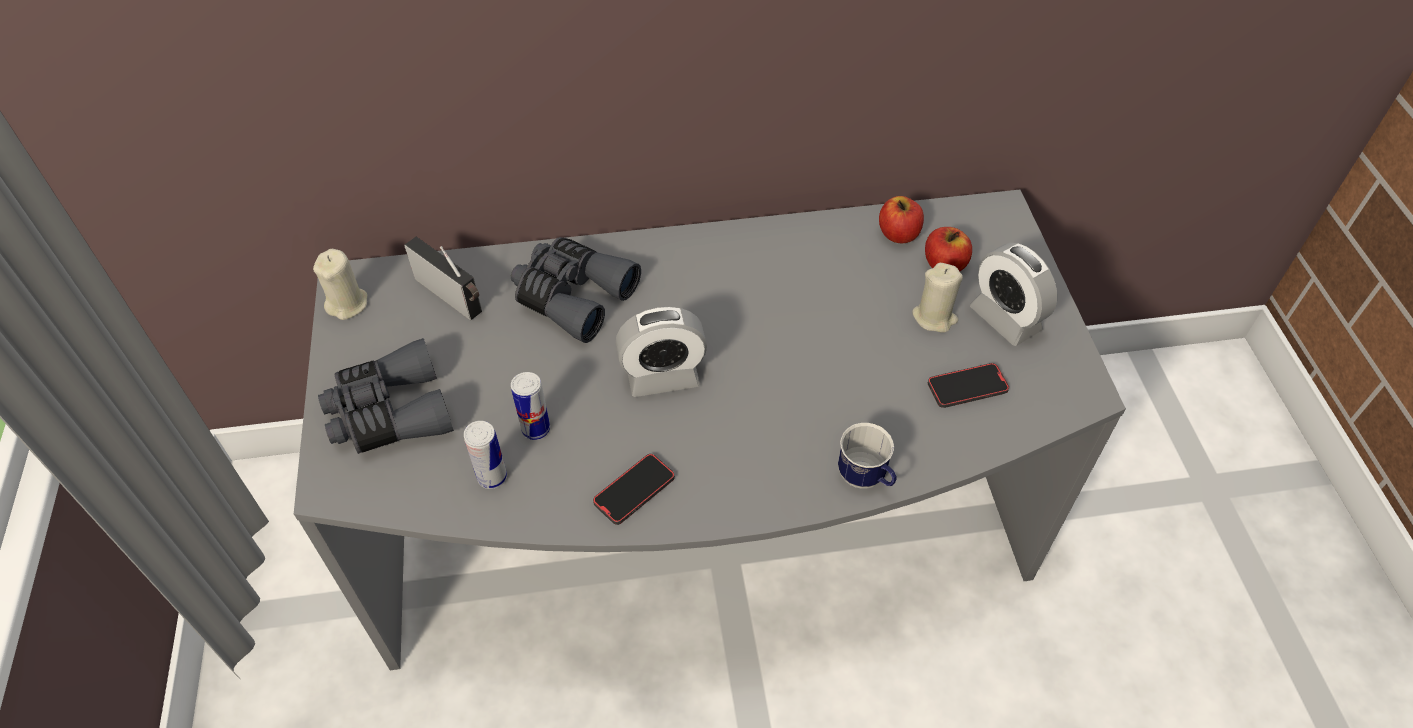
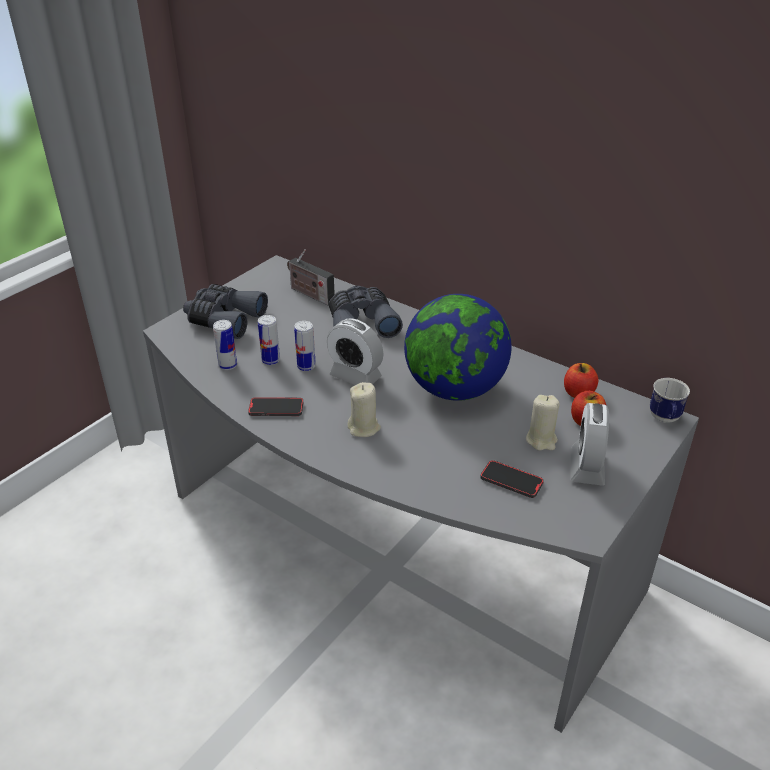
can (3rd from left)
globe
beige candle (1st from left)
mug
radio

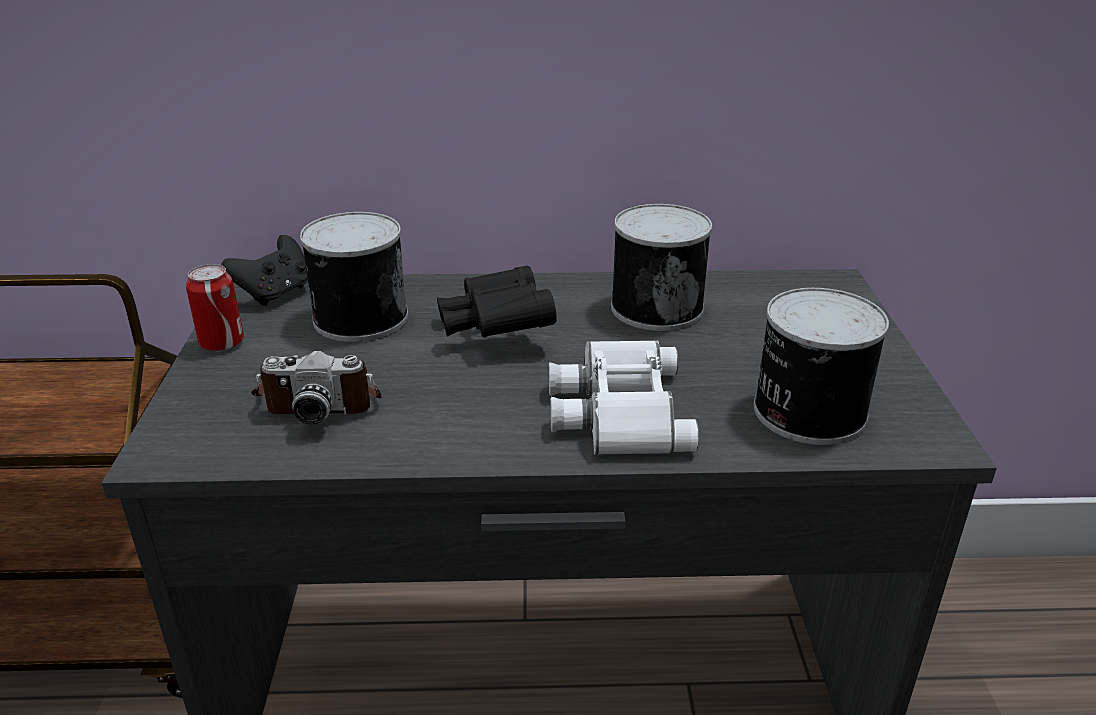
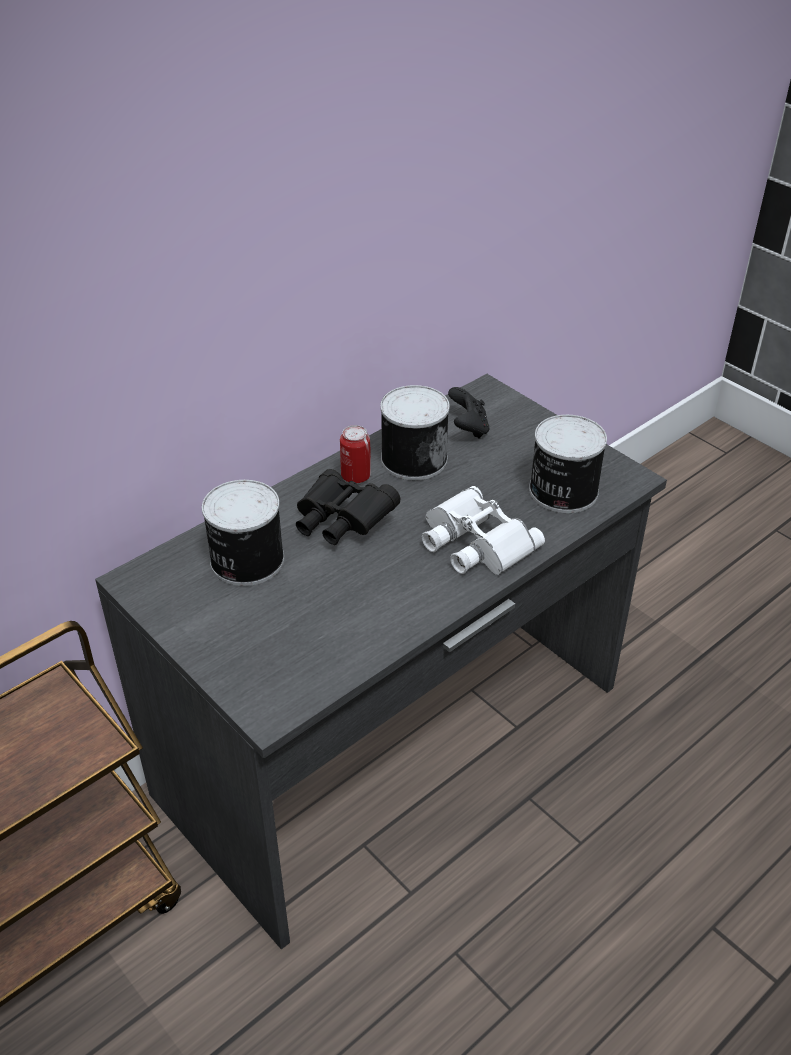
photo camera
can (2nd from left)
black game controller

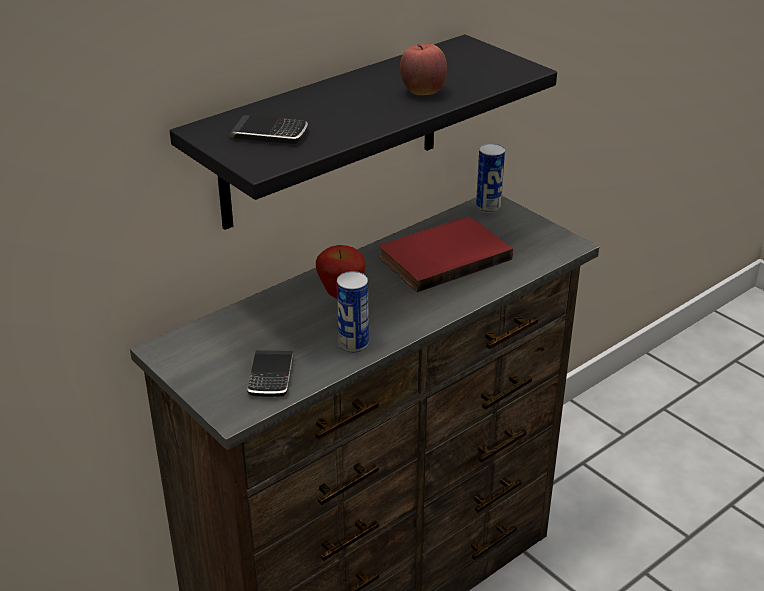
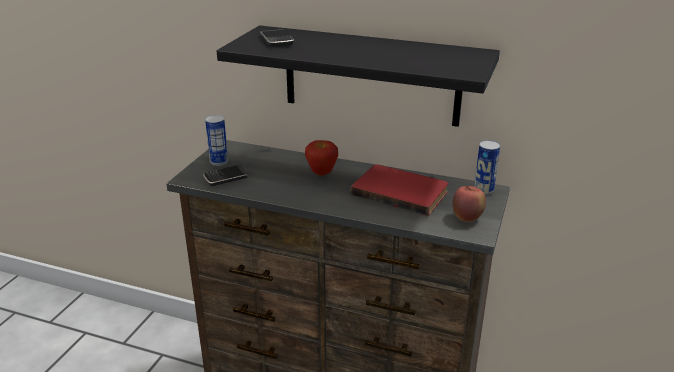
can (1st from left)
apple (2nd from left)

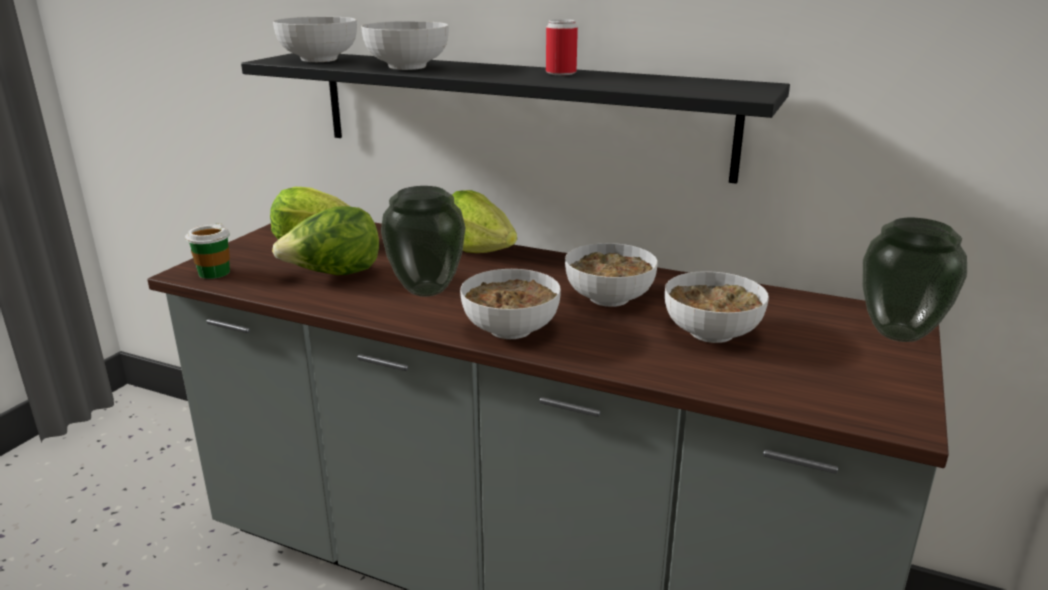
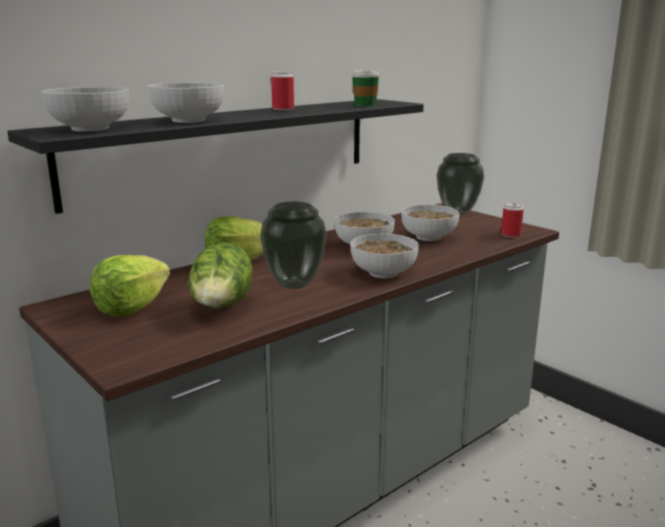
can (2nd from left)
cup

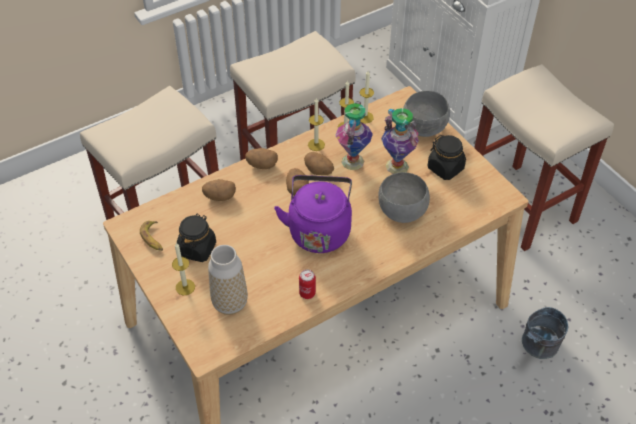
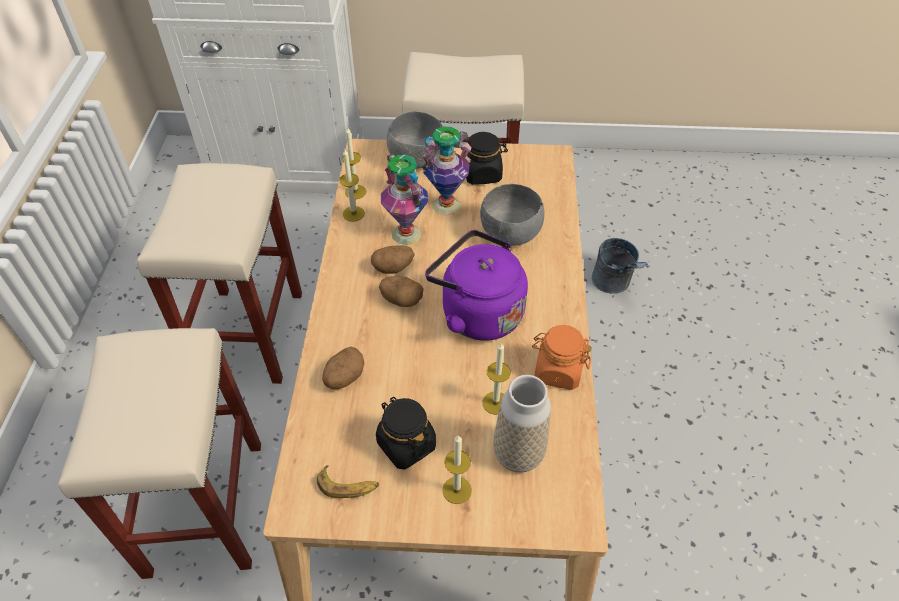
potato (2nd from left in the first image)
candle (4th from left)
orange jar

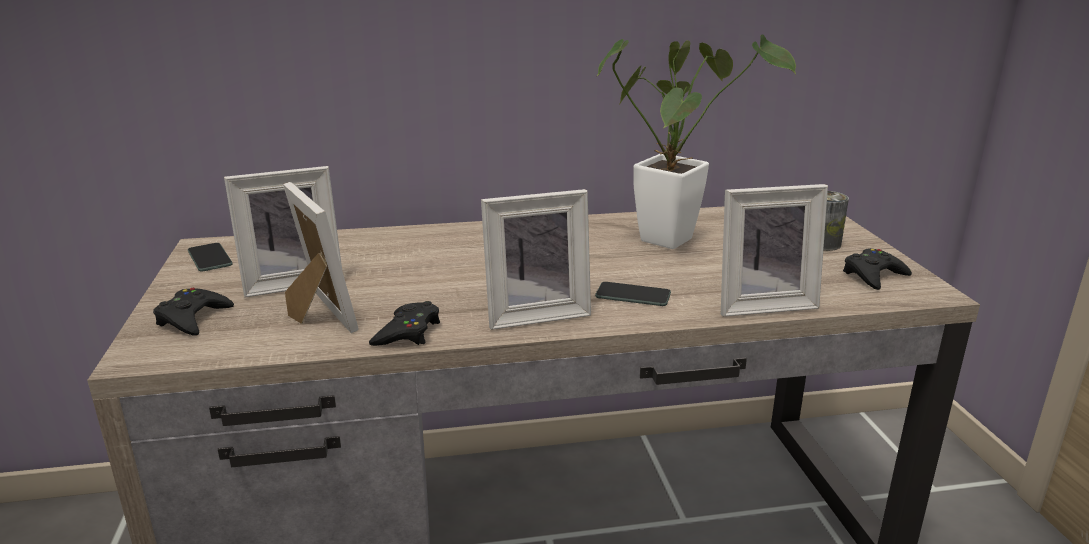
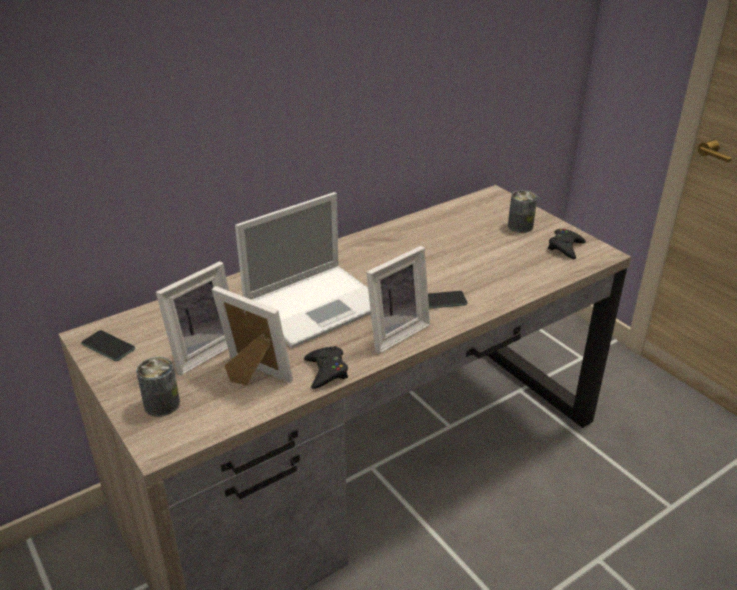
potted plant
picture frame (4th from left in the first image)
laptop
can (1st from left)

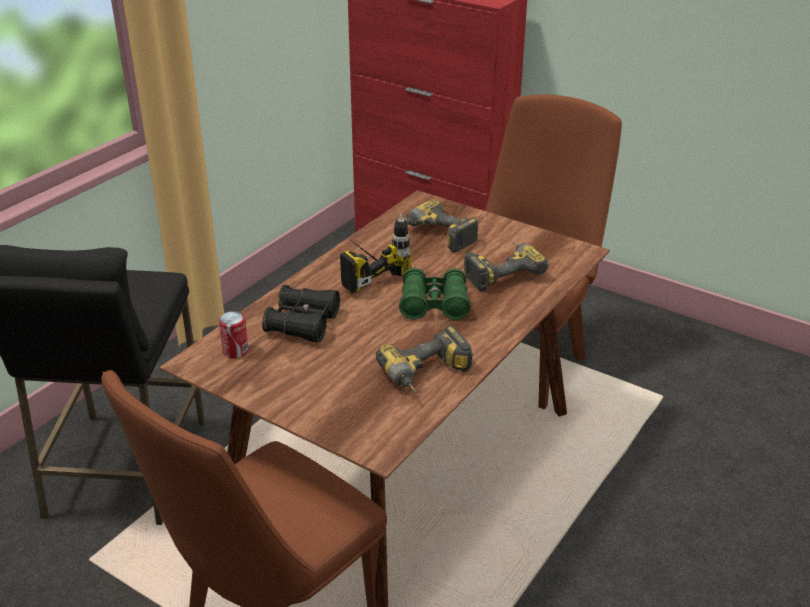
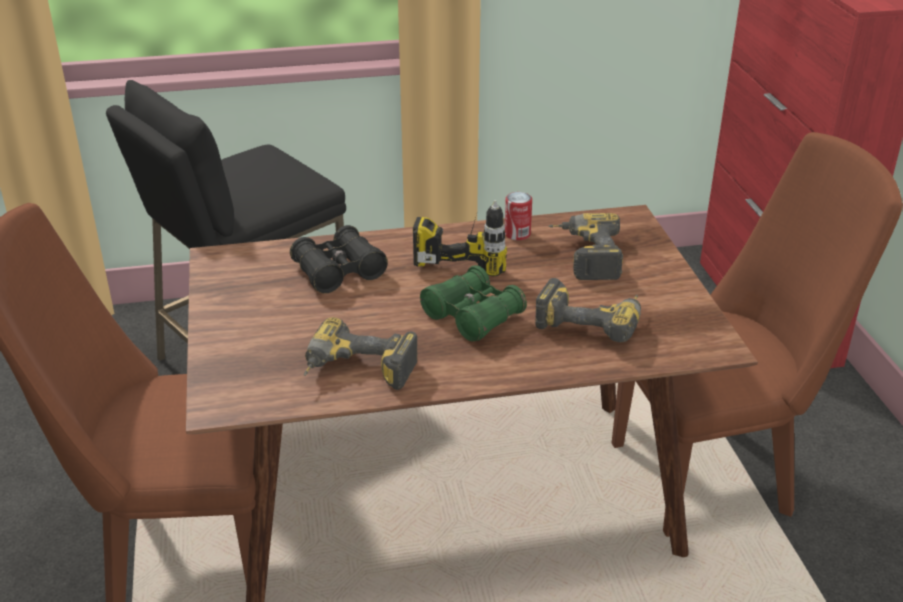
can

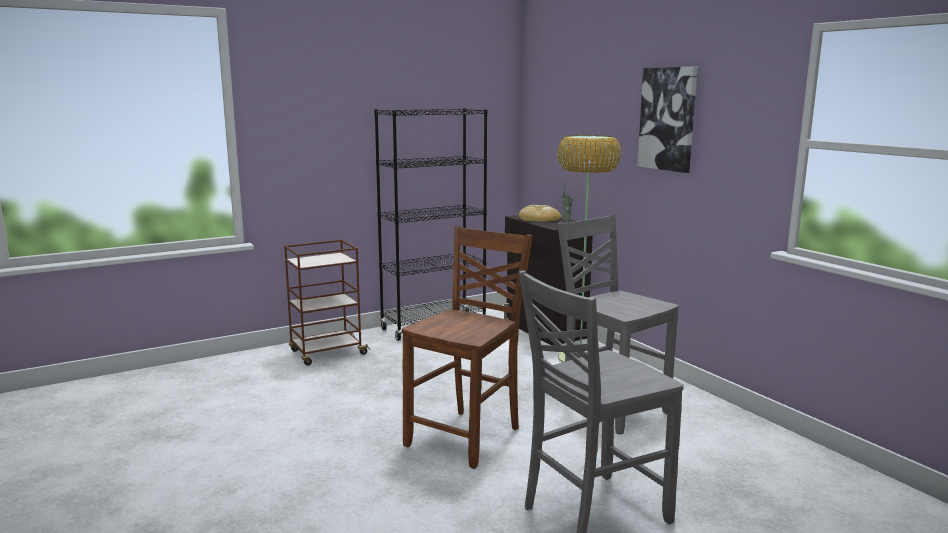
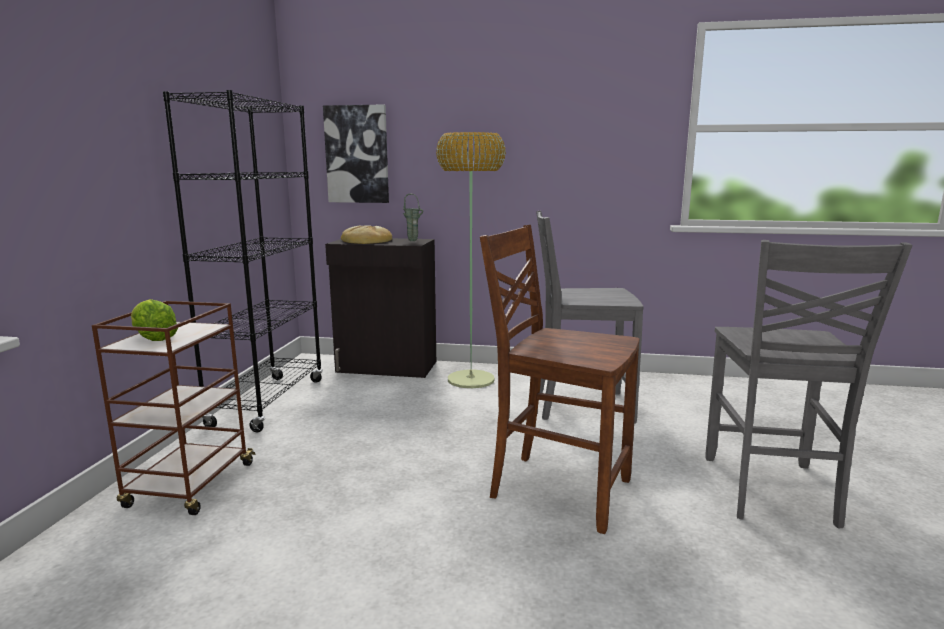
lettuce
picture
brown chair

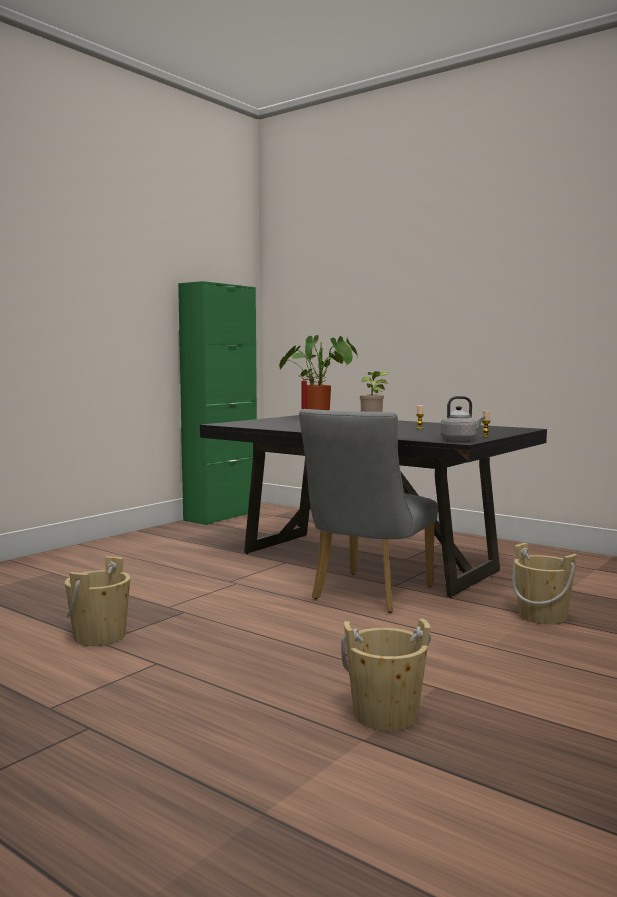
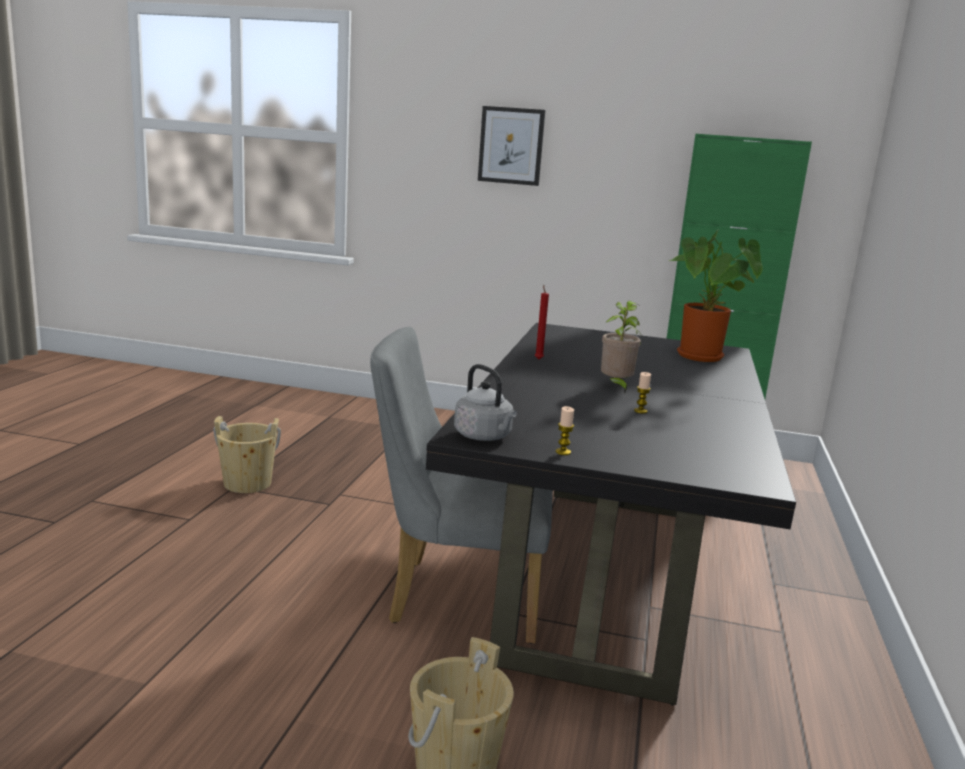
beige bucket (2nd from left in the first image)
picture

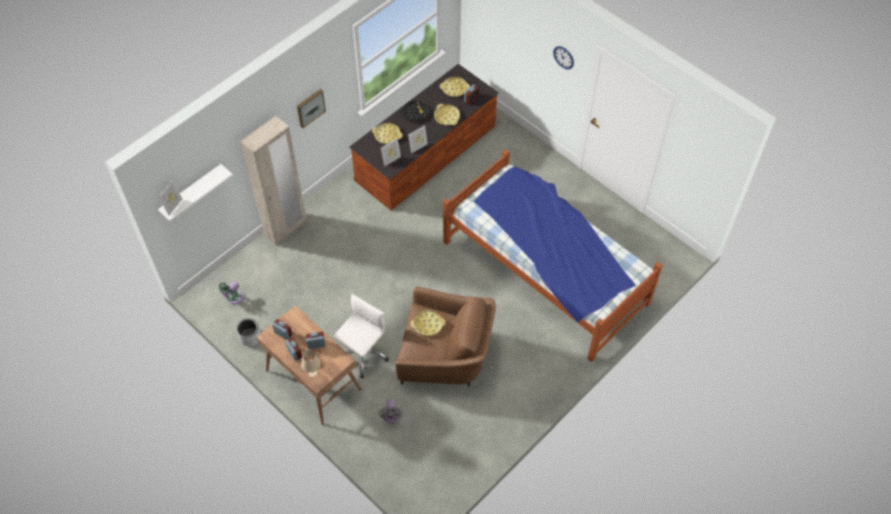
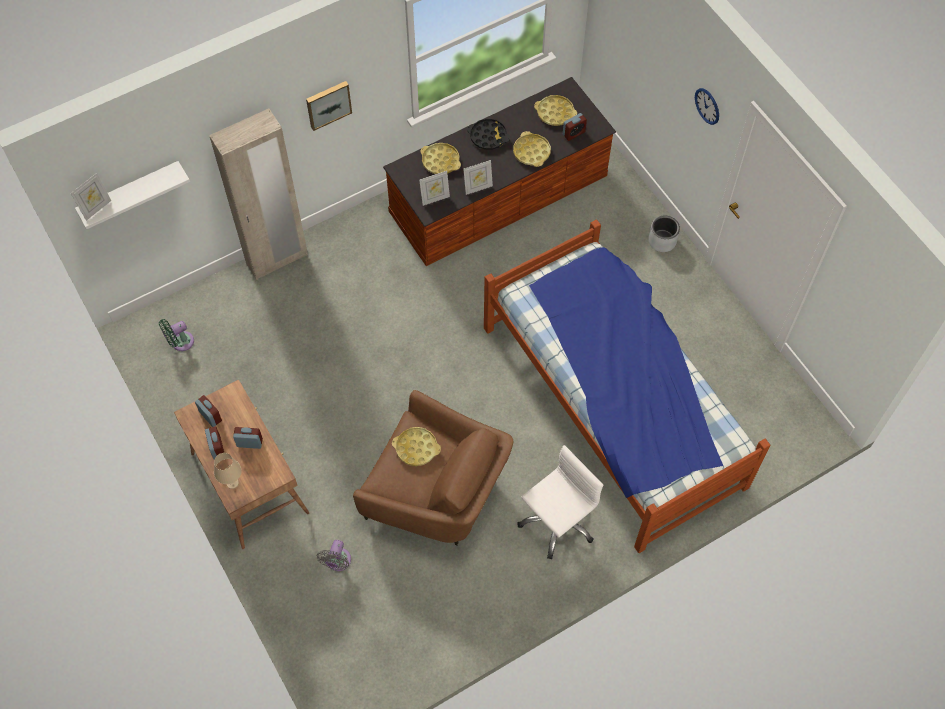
grey planter
white office chair

